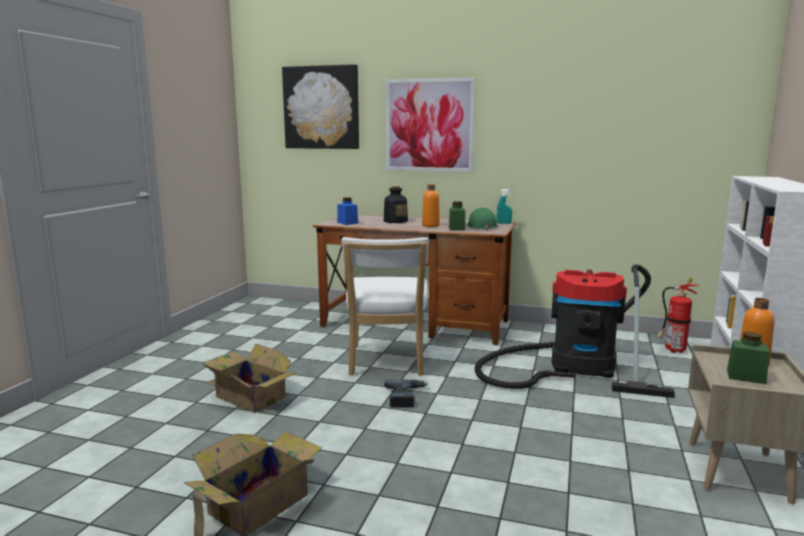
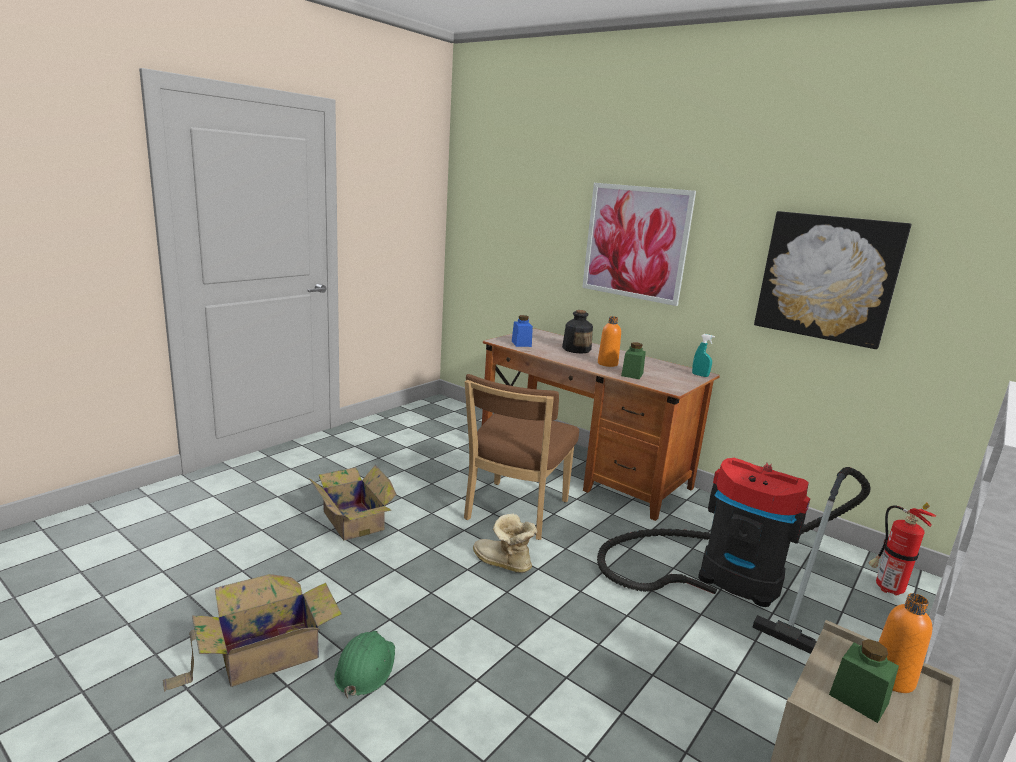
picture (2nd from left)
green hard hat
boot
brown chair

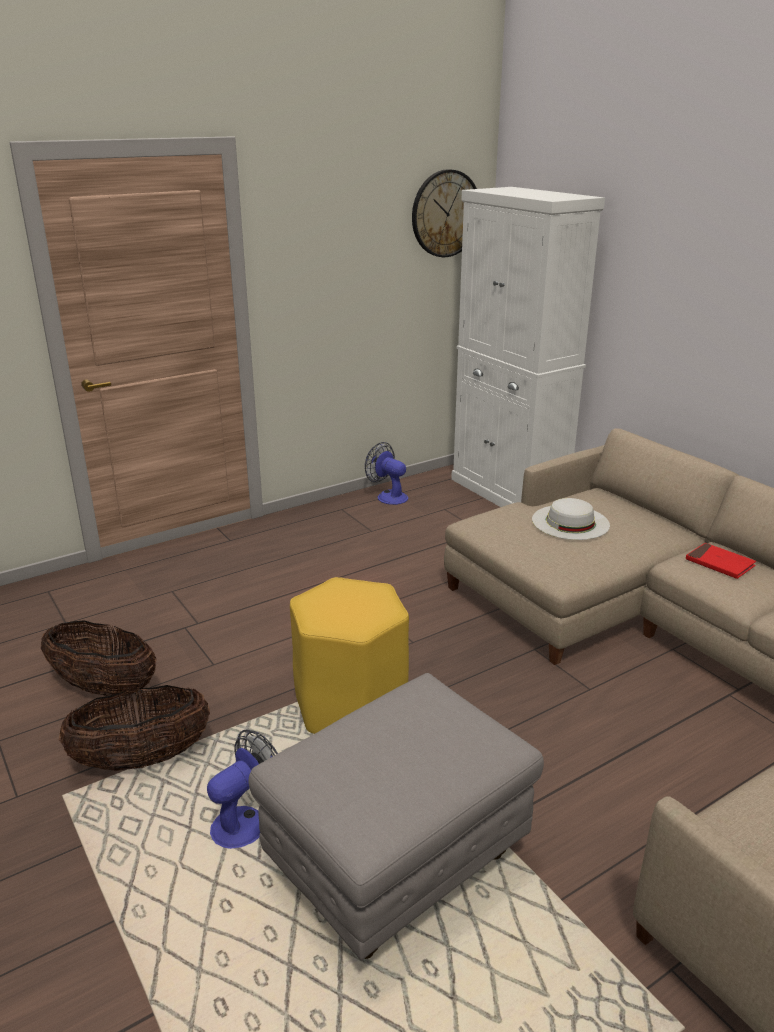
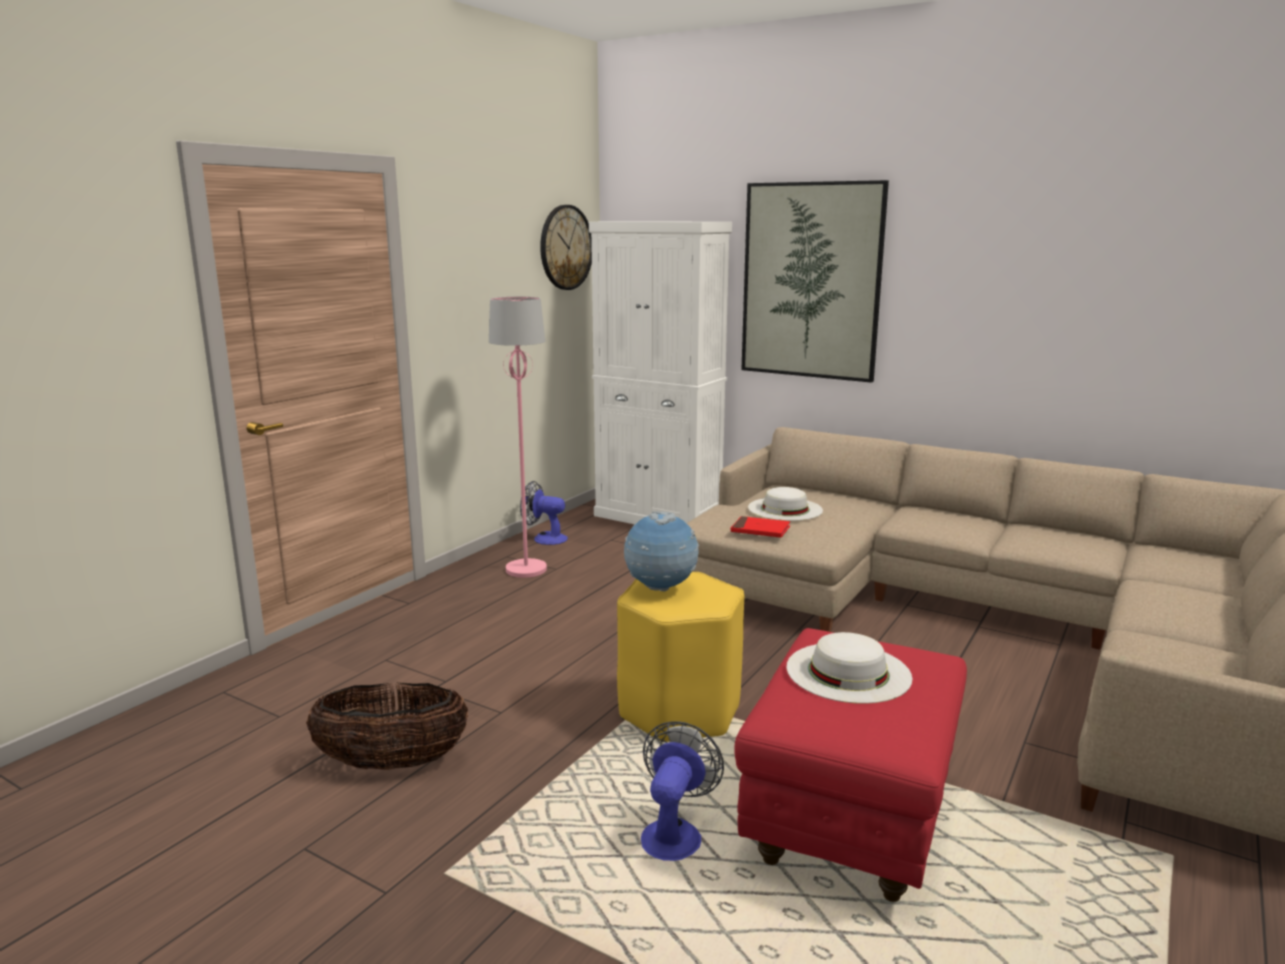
basket (2nd from left in the first image)
pink floor lamp
globe
picture
white hat (2nd from left)
red book
red ottoman

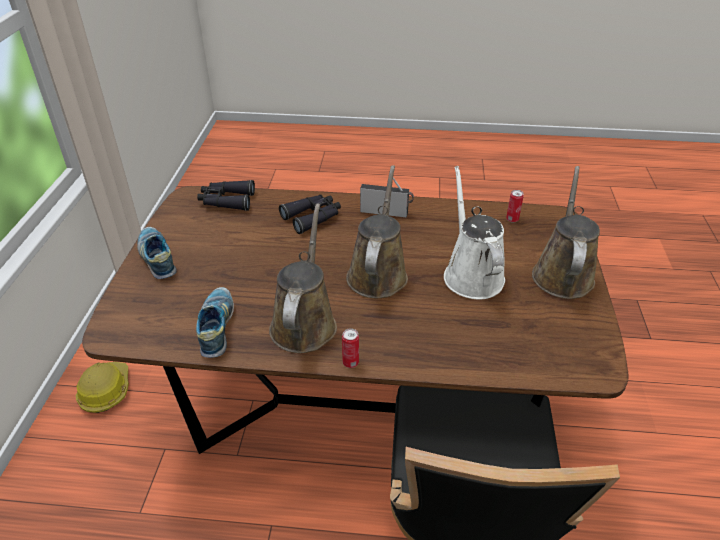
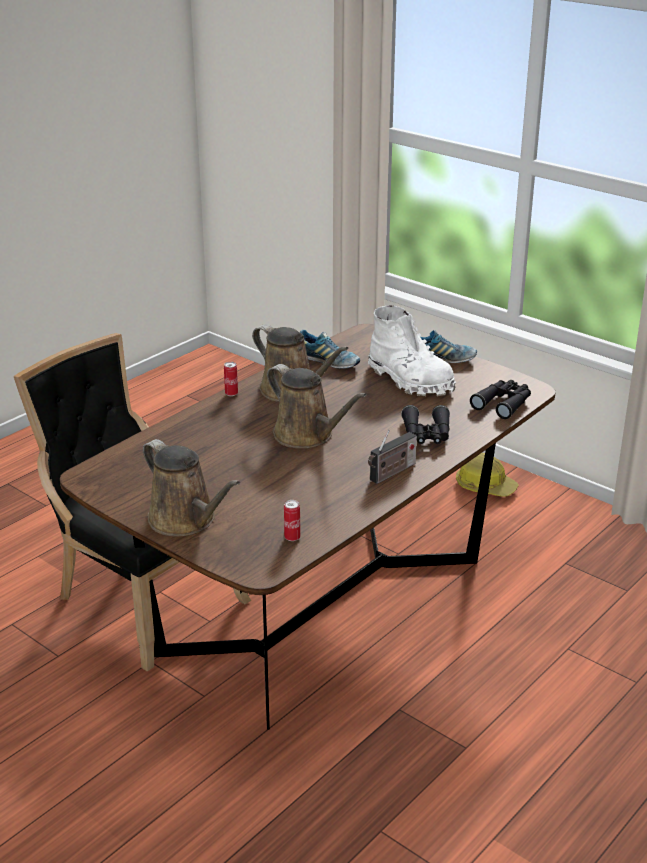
white watering can
white boot

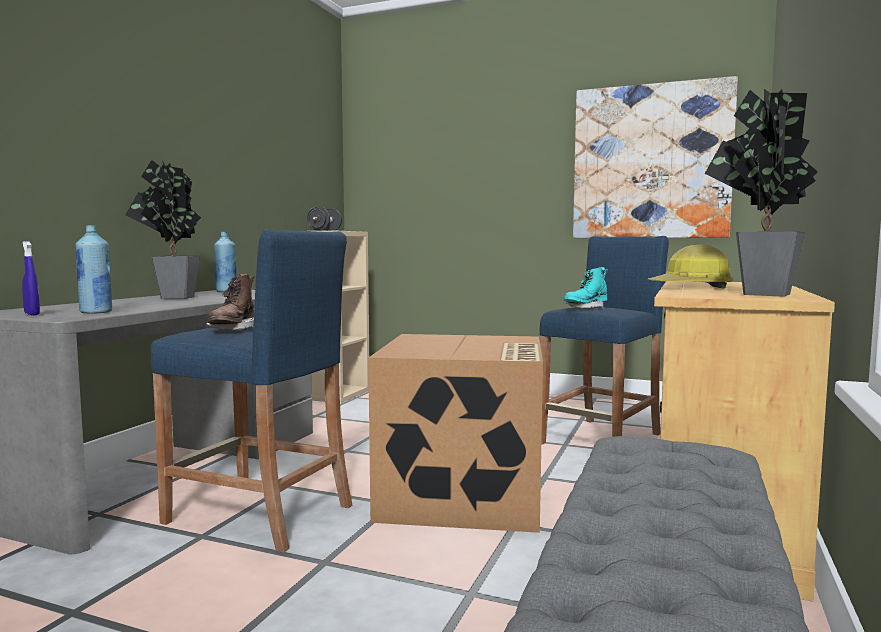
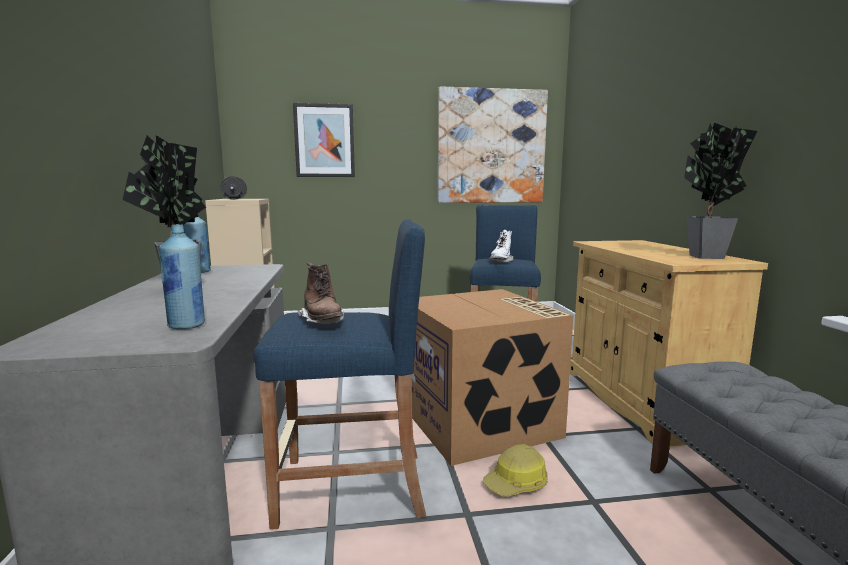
blue spray bottle
picture (1st from left)
hard hat
white boot

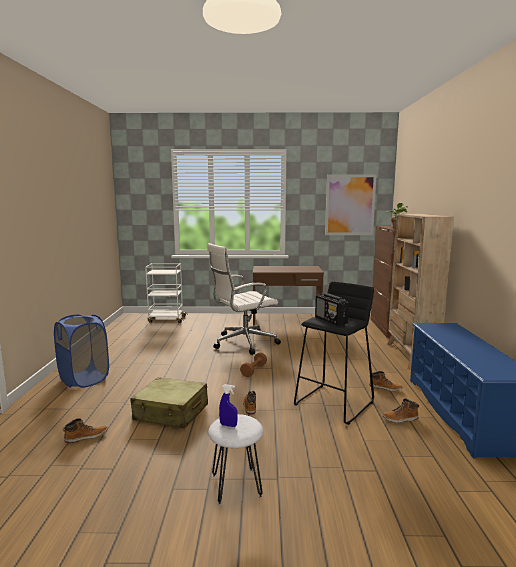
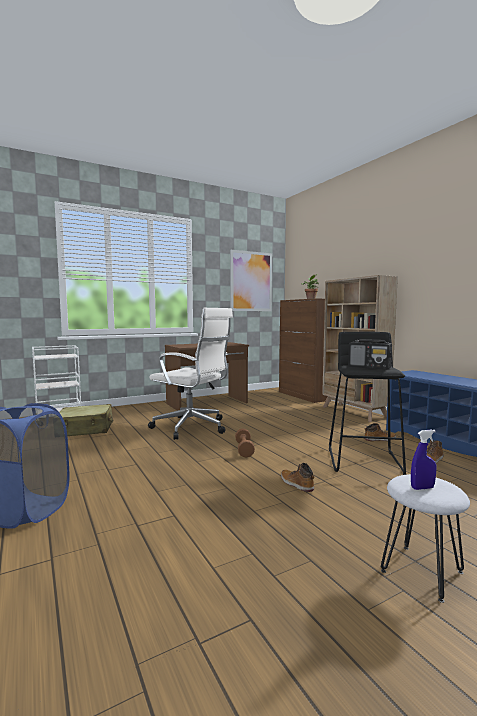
boot (1st from left in the first image)
beige suitcase
white office chair

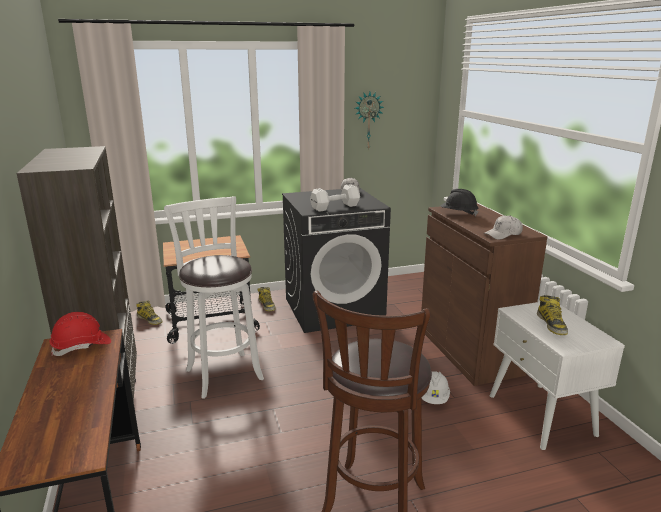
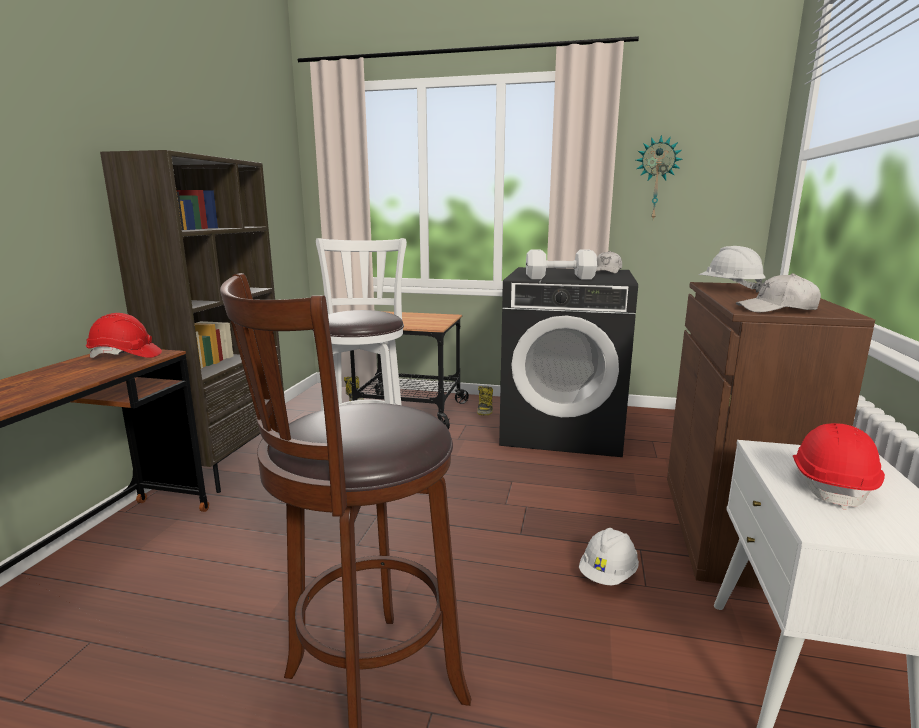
red hard hat (2nd from left)
white hard hat (2nd from left)

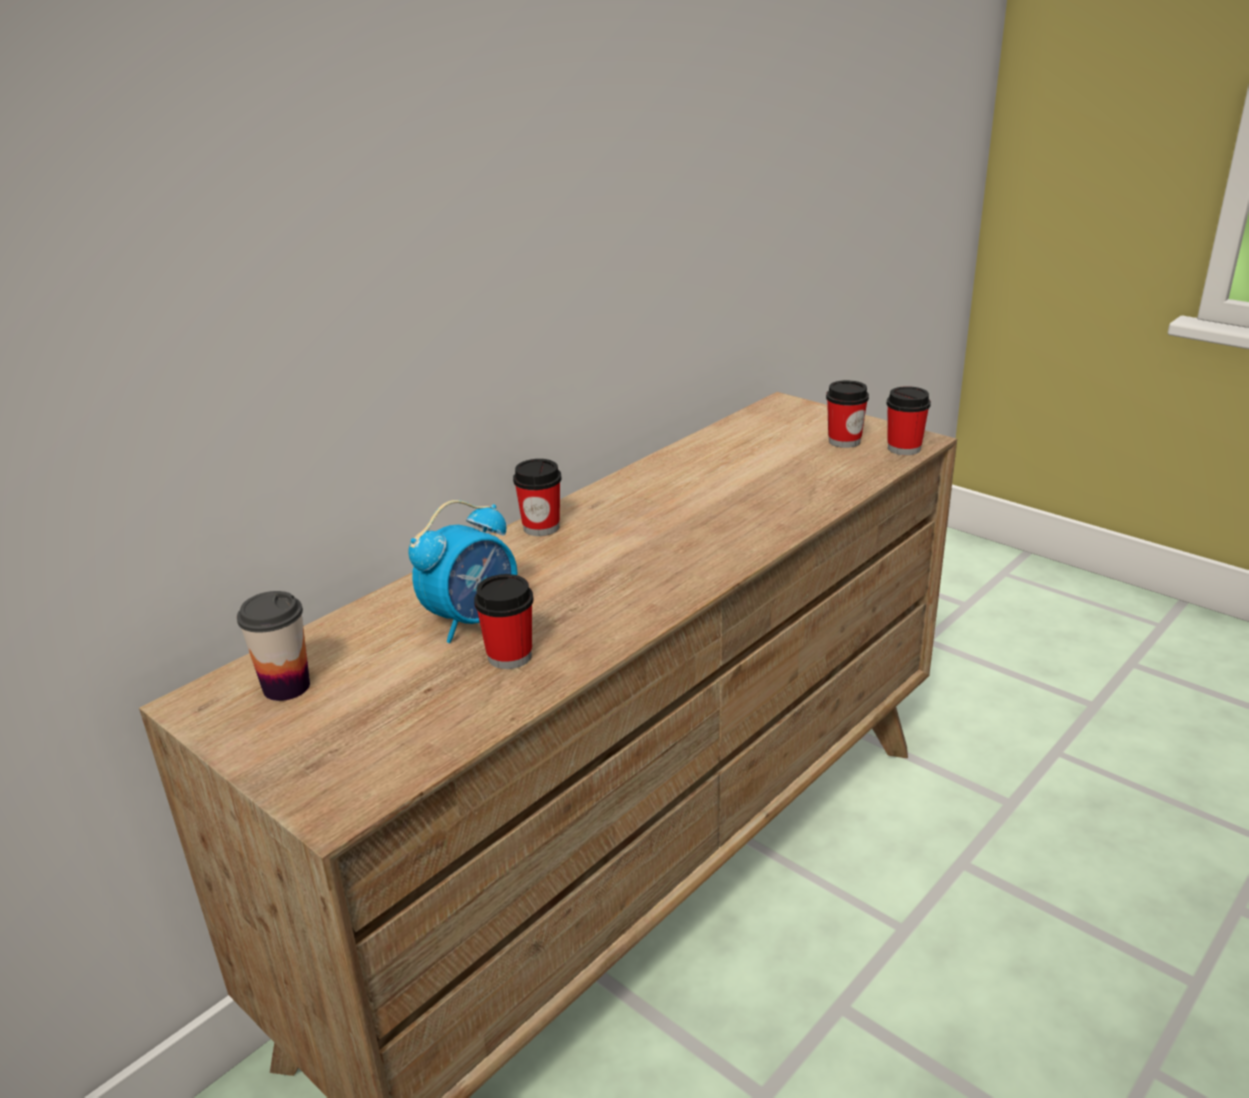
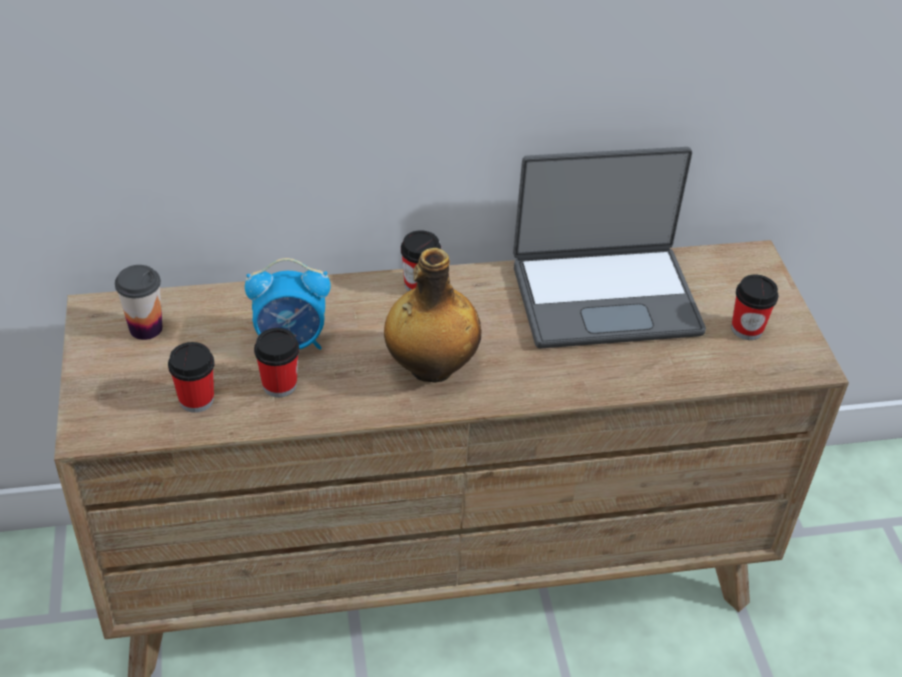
bottle
laptop
cup (2nd from left)

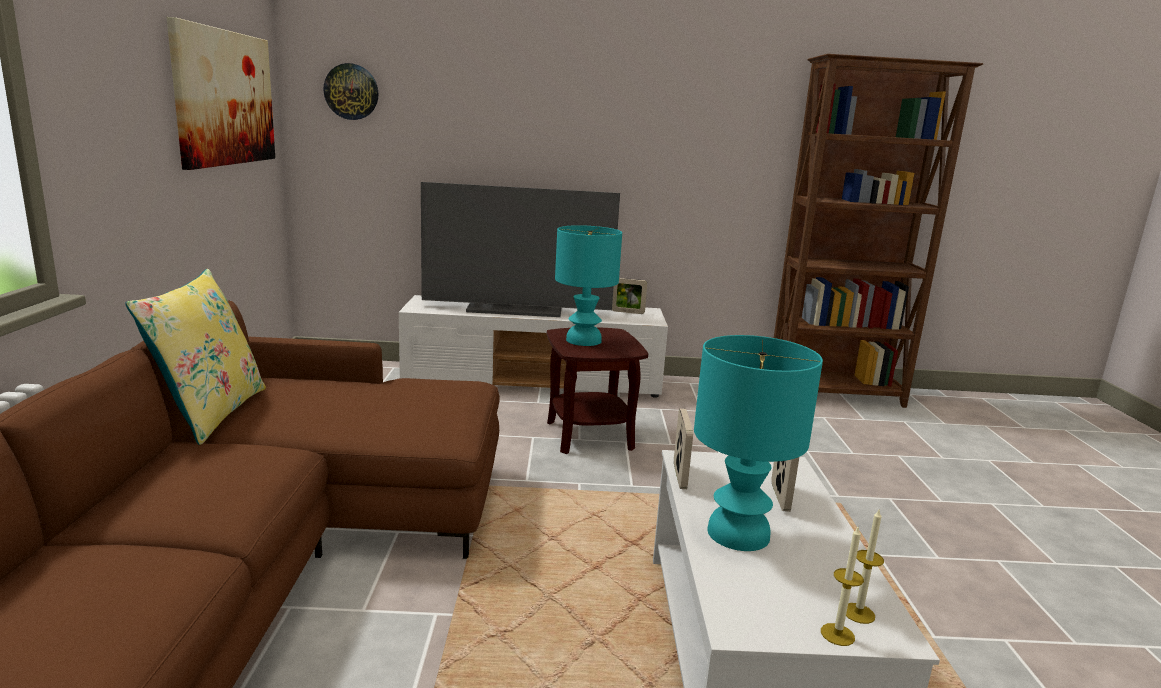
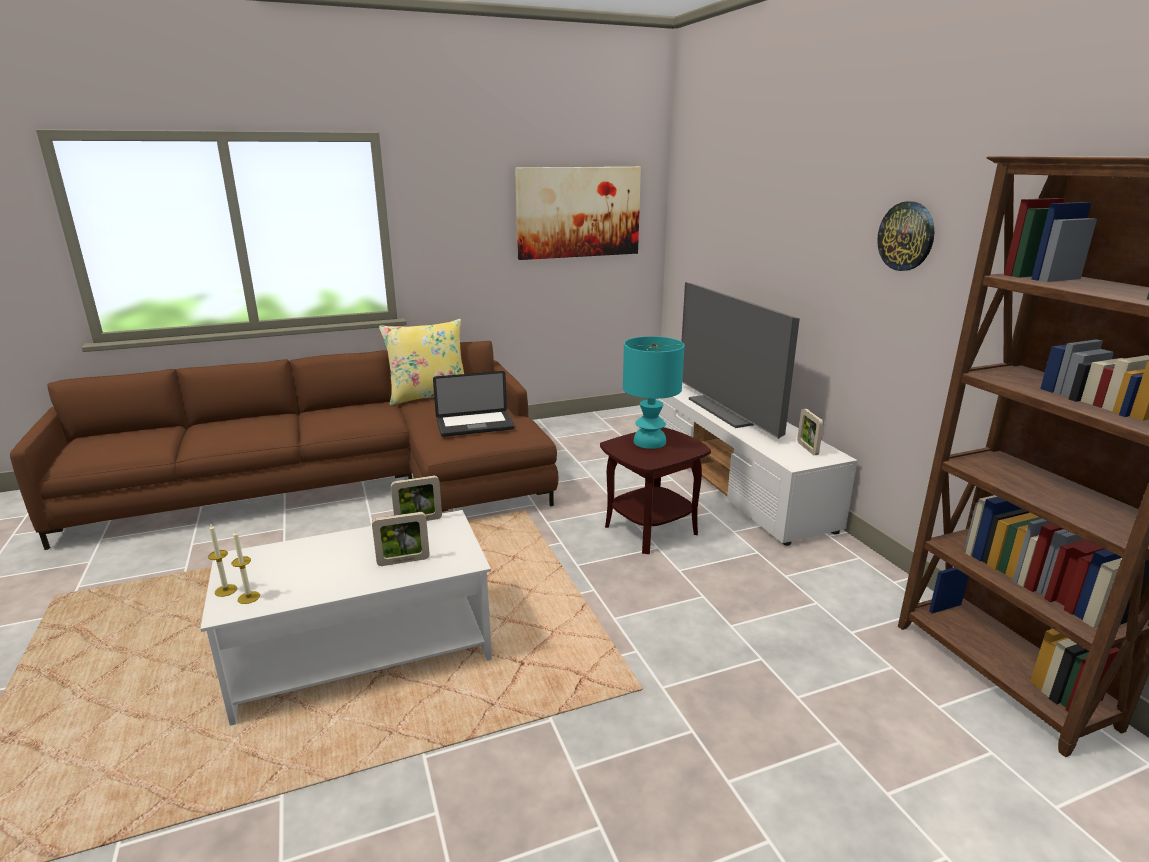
turquoise table lamp (2nd from left in the first image)
laptop
wall clock

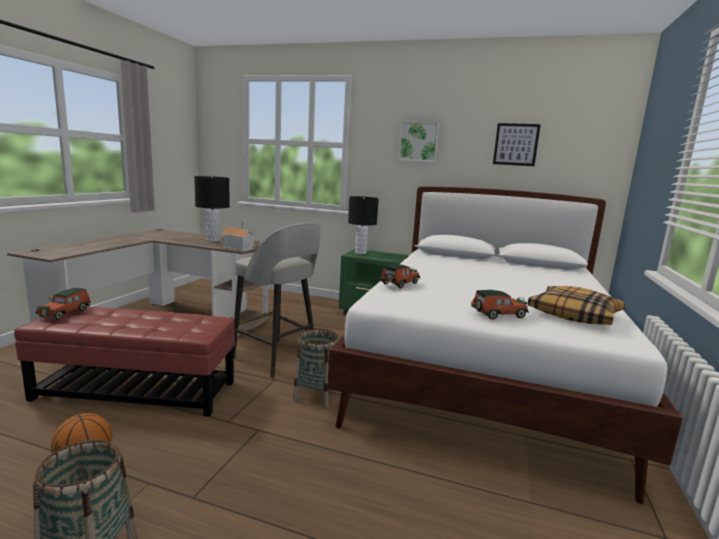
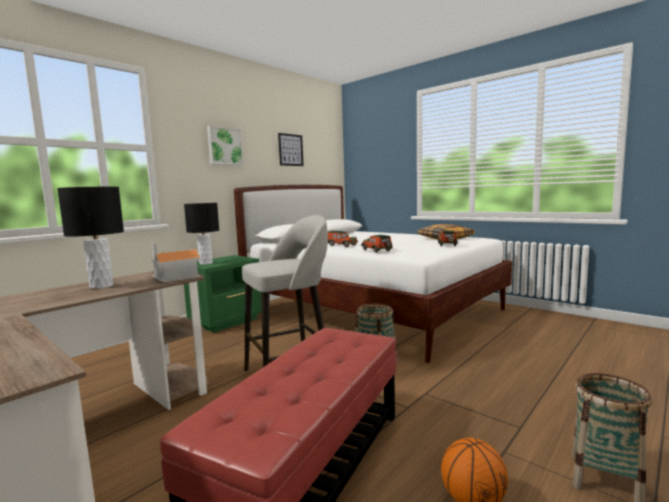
toy car (1st from left)

